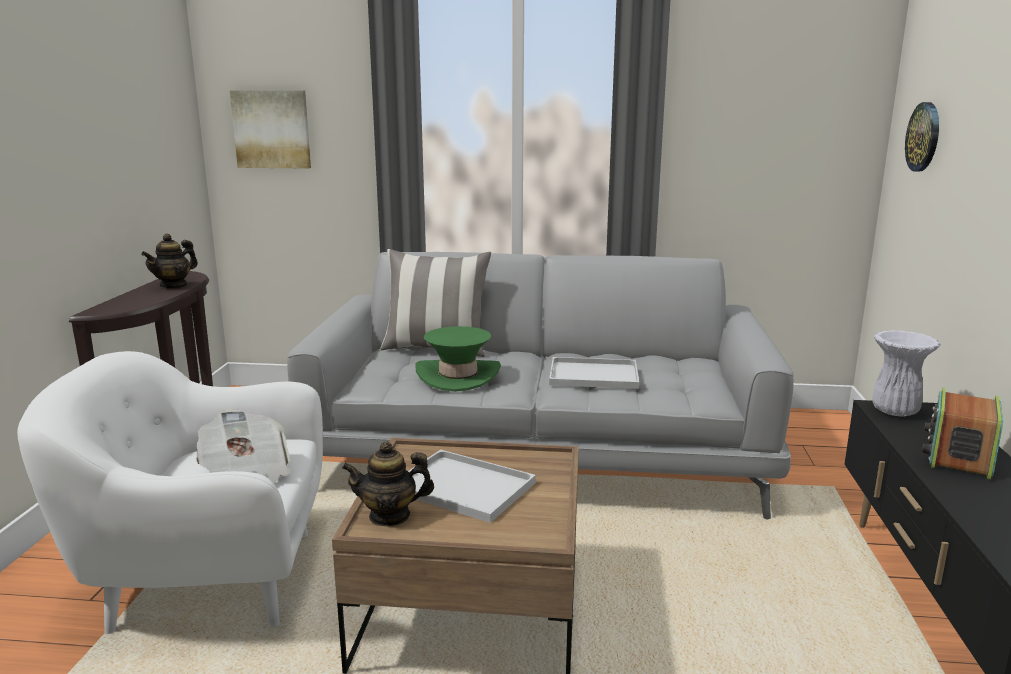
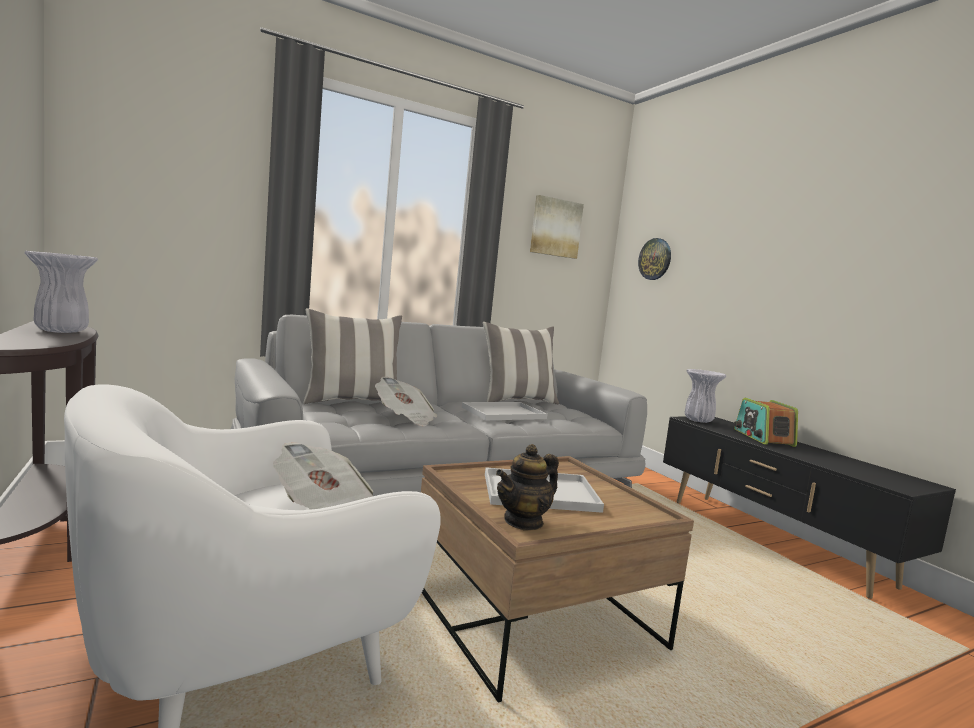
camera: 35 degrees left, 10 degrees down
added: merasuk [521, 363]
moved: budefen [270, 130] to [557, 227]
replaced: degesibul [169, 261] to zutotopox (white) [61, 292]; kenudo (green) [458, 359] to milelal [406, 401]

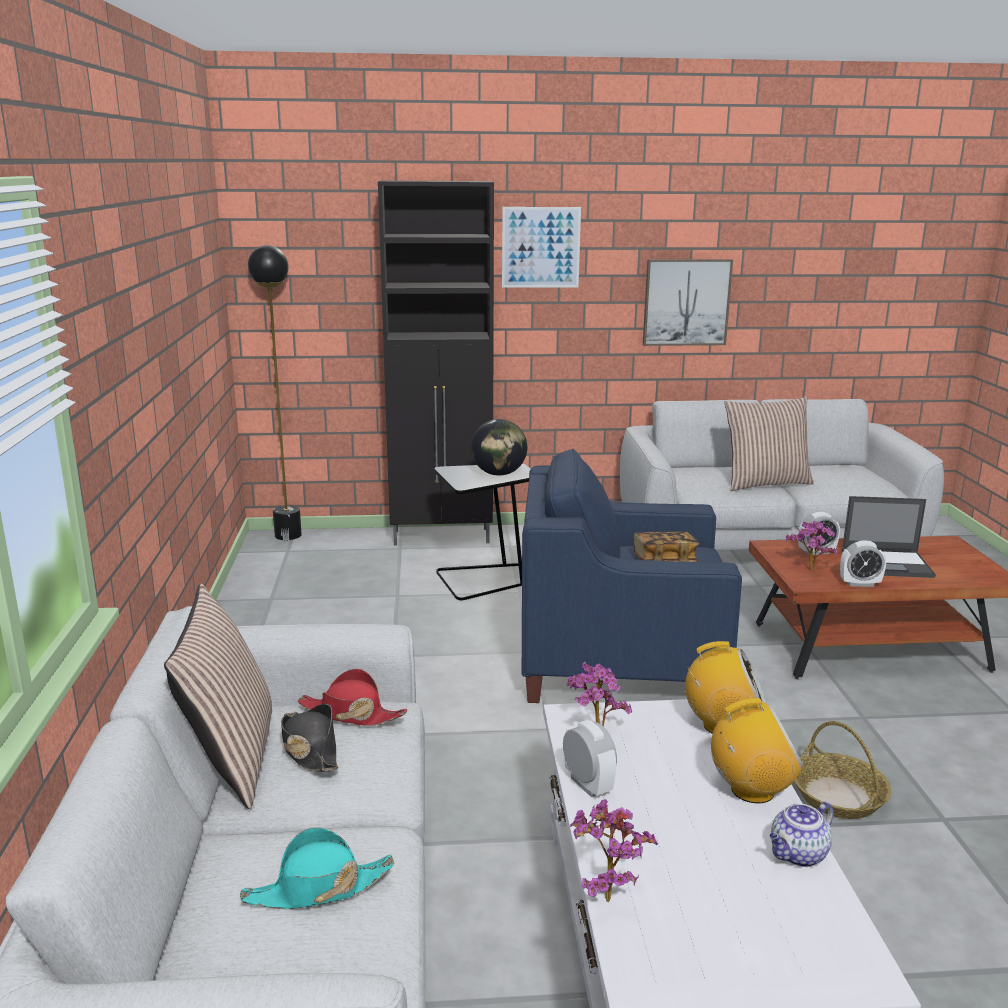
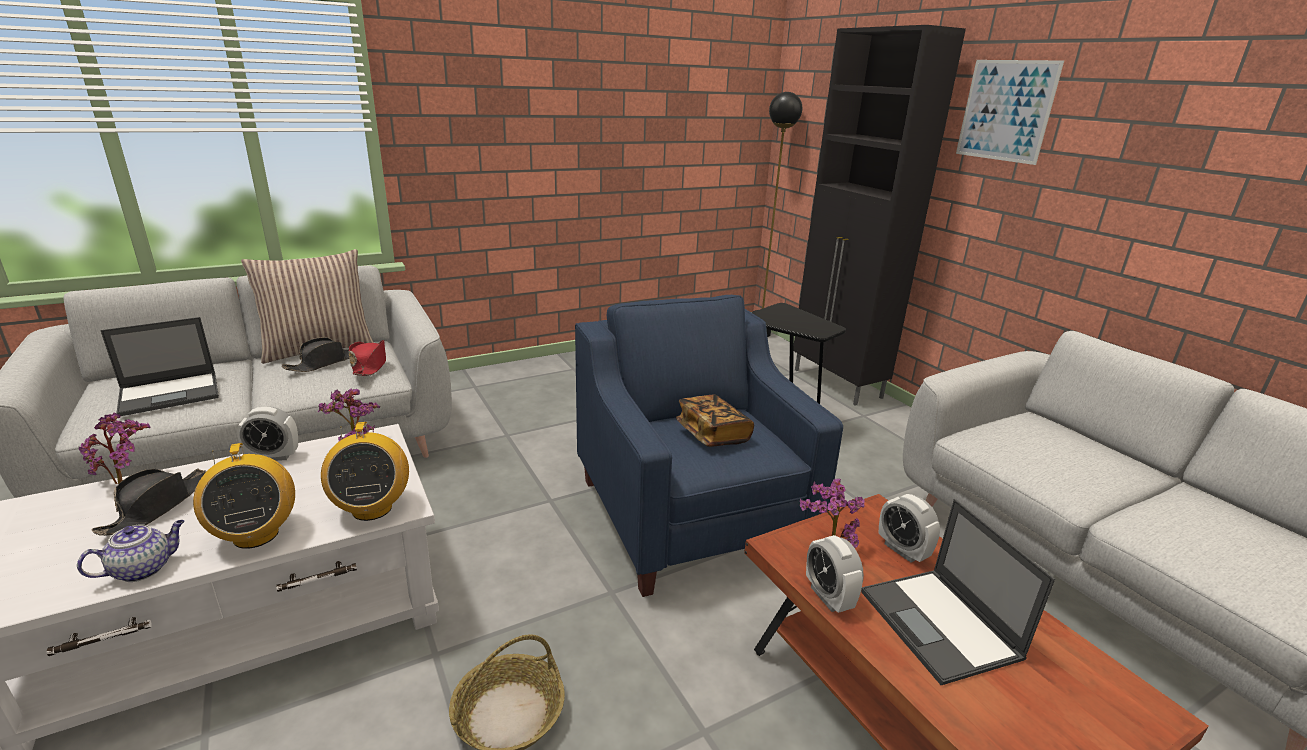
camera: 65 degrees right, 5 degrees up
removed: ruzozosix [499, 447]; budefen [688, 302]; merasuk [769, 443]
added: kenudo (black) [149, 502]
replaced: kenudo (turquoise) [317, 868] to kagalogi [159, 366]
turned: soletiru [590, 758] = [267, 434] 45 degrees clockwise; degesibul [802, 834] = [131, 551] 105 degrees clockwise

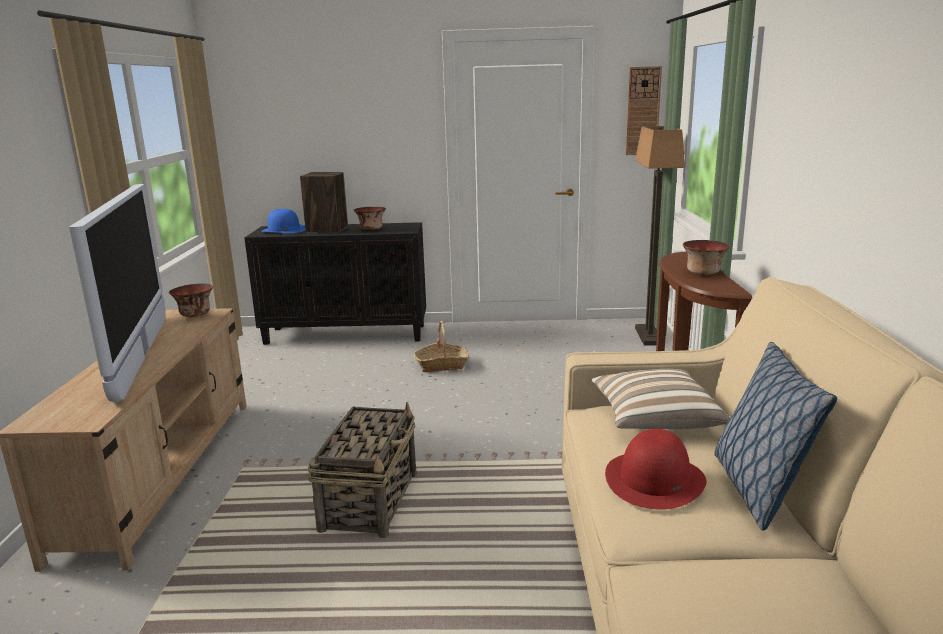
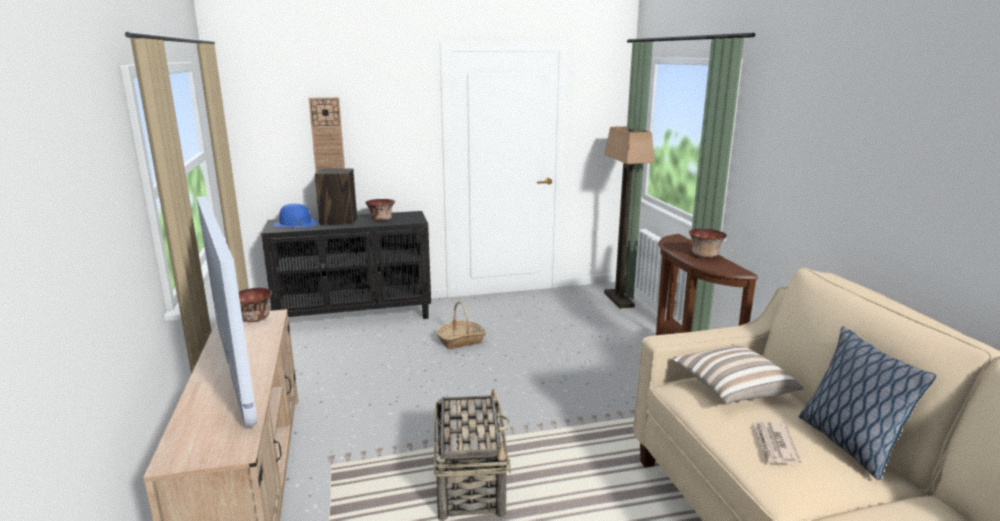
camera: 15 degrees left, 0 degrees up
moved: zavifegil [643, 110] to [327, 134]
replaced: kenudo (red) [655, 469] to milelal [776, 443]

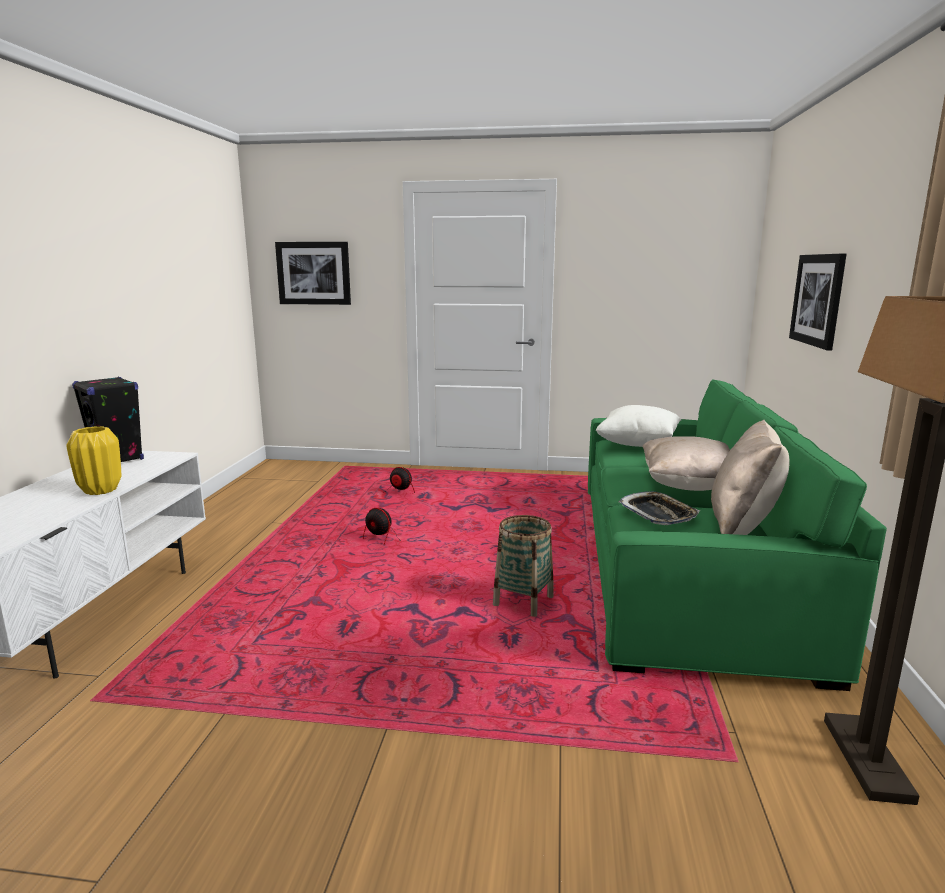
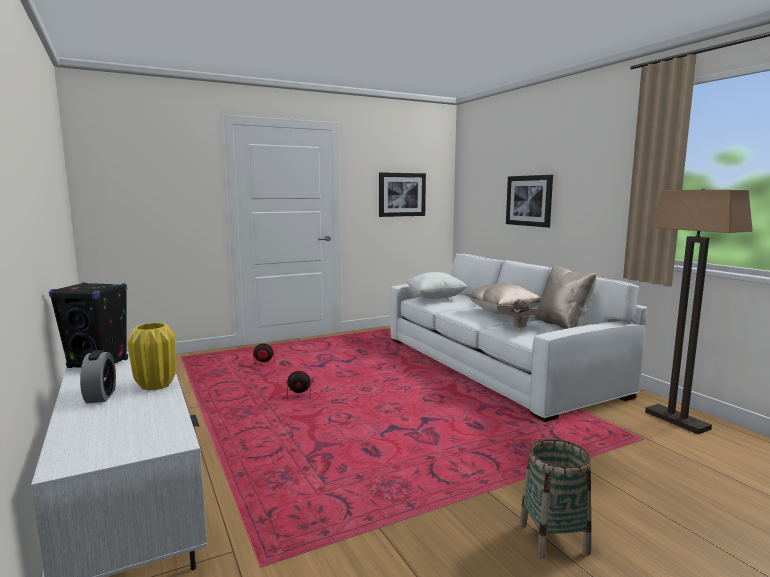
camera: 35 degrees left, 5 degrees down
added: soletiru [98, 376]
moved: budefen [313, 273] to [402, 194]; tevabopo [523, 566] to [555, 499]
replaced: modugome [659, 508] to kenudo (brown) [520, 314]
recoloured: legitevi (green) [737, 535] to legitevi (white) [519, 337]

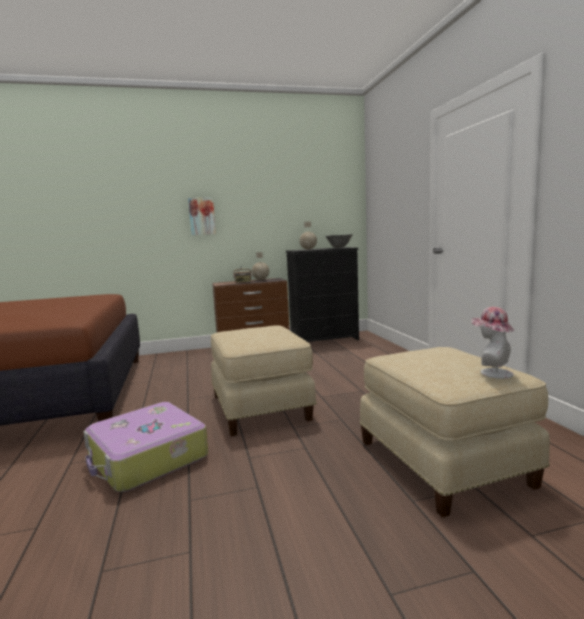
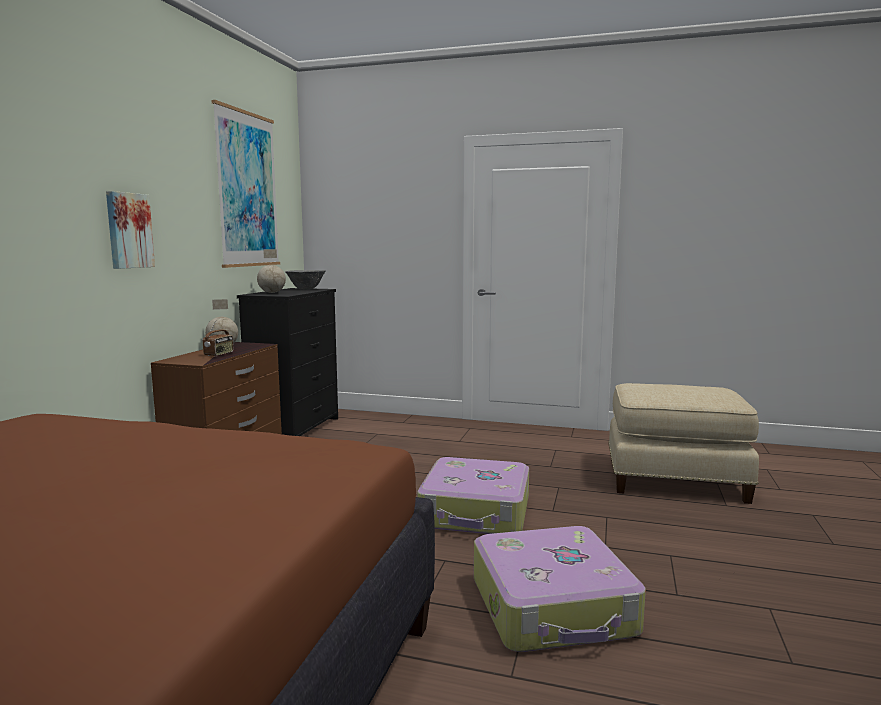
camera: 60 degrees left, 0 degrees up
removed: kenudo [492, 343]
added: budefen [246, 184]
replaced: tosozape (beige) [264, 380] to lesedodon [473, 495]

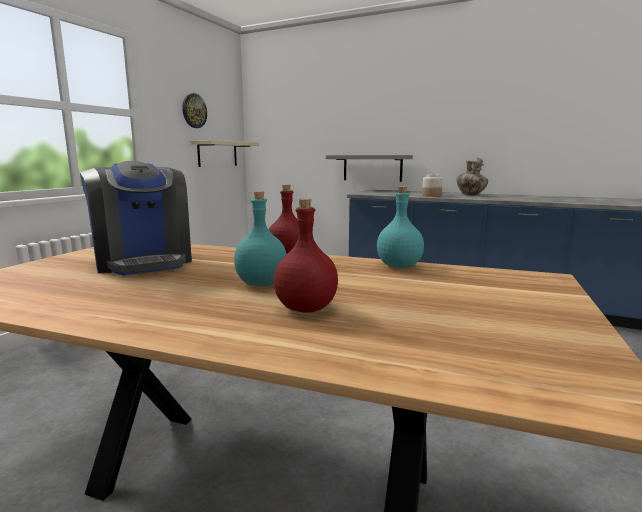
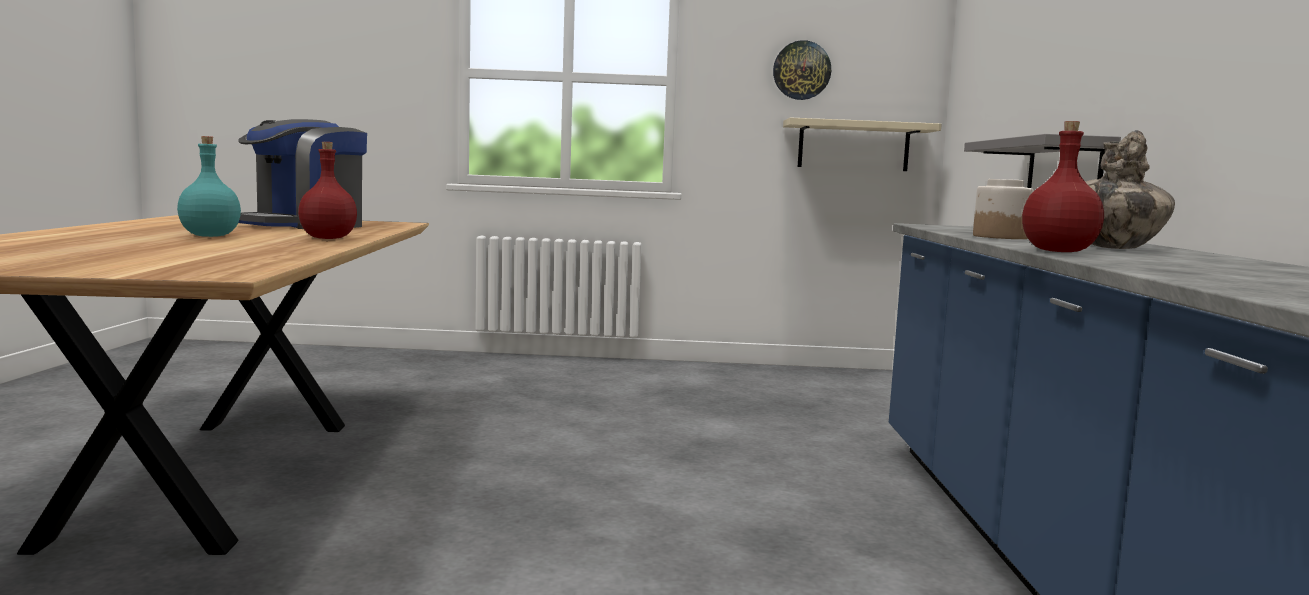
camera: 65 degrees right, 5 degrees down
removed: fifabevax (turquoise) [400, 227]
moved: fifabevax (red) [306, 256] to [1063, 186]

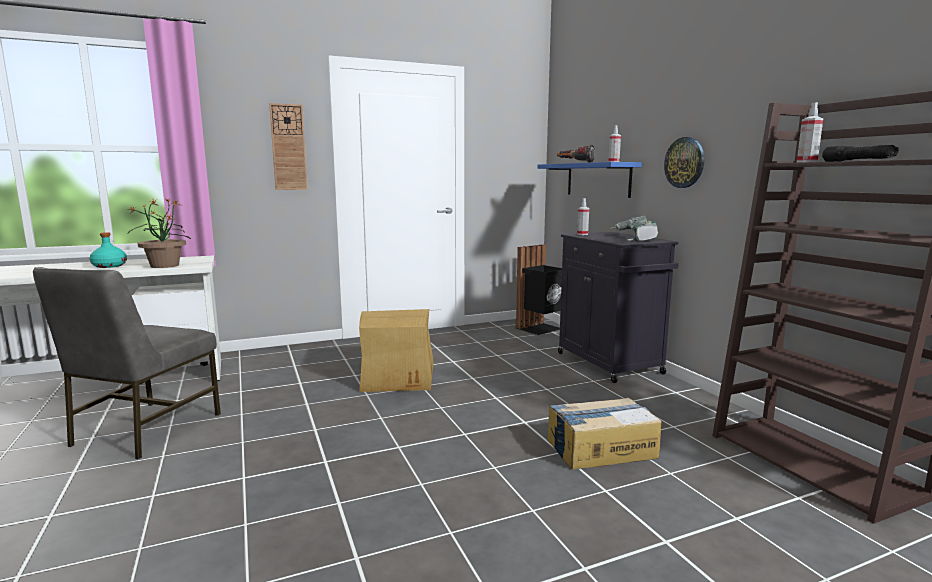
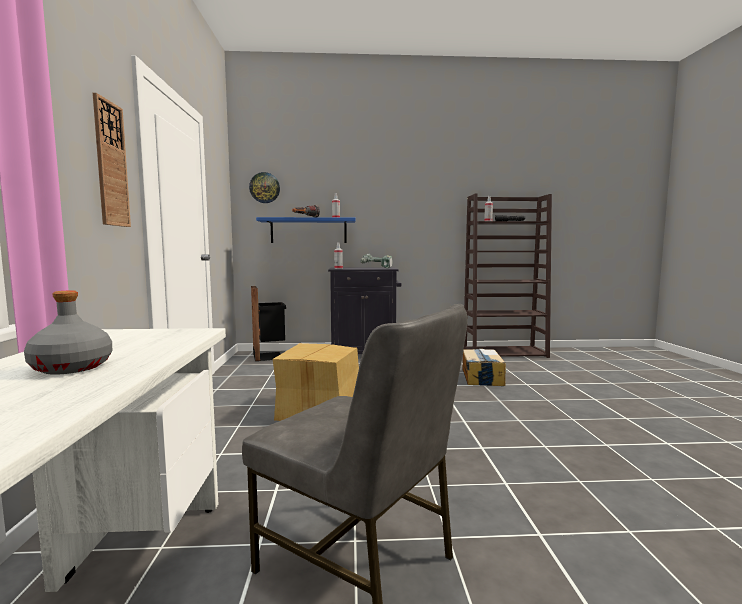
camera: 70 degrees left, 5 degrees down
removed: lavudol [159, 233]
moved: zavifegil [684, 162] to [264, 187]
recoloured: fifabevax (turquoise) [108, 250] to fifabevax (grey) [68, 332]

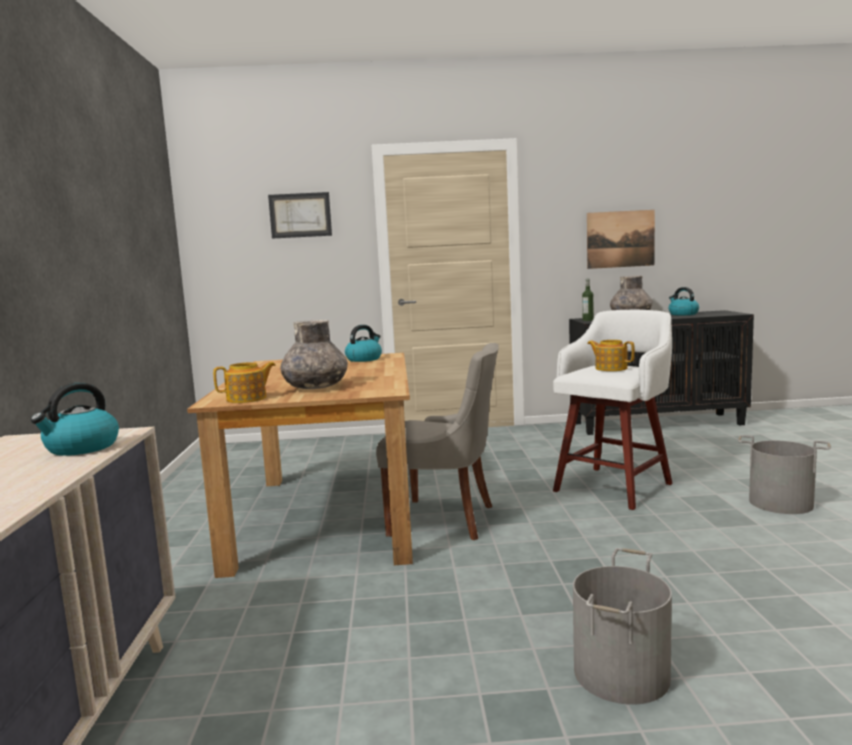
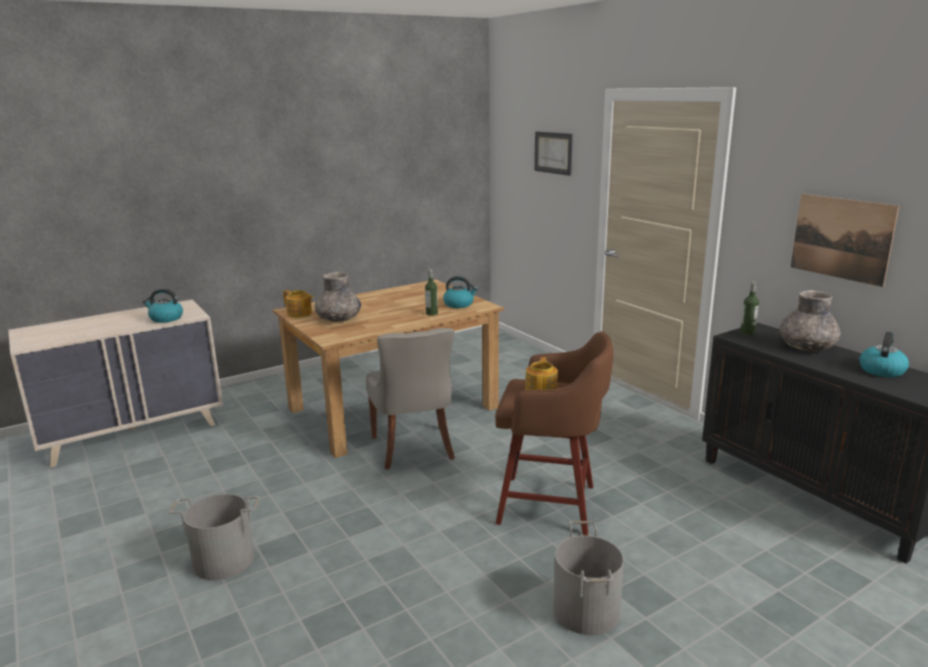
camera: 60 degrees right, 10 degrees up
added: fifabevax [431, 292]
recoloured: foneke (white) [613, 410] to foneke (brown) [554, 433]

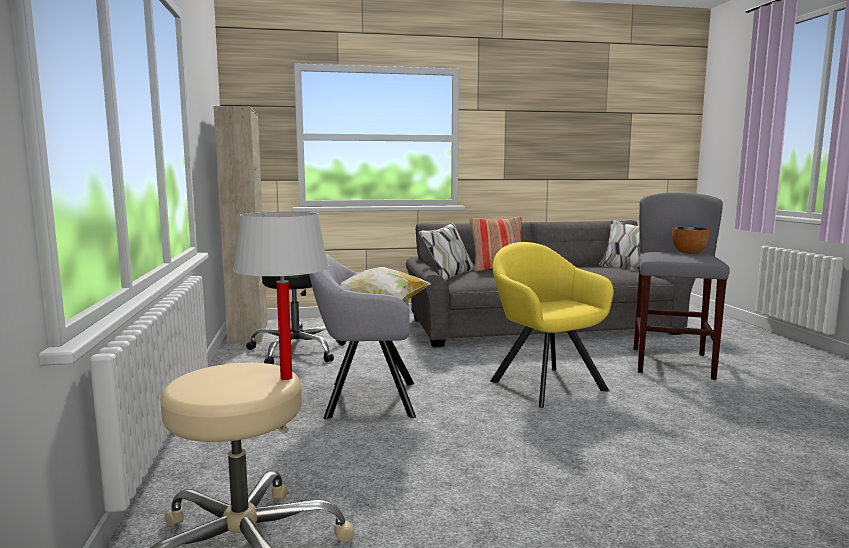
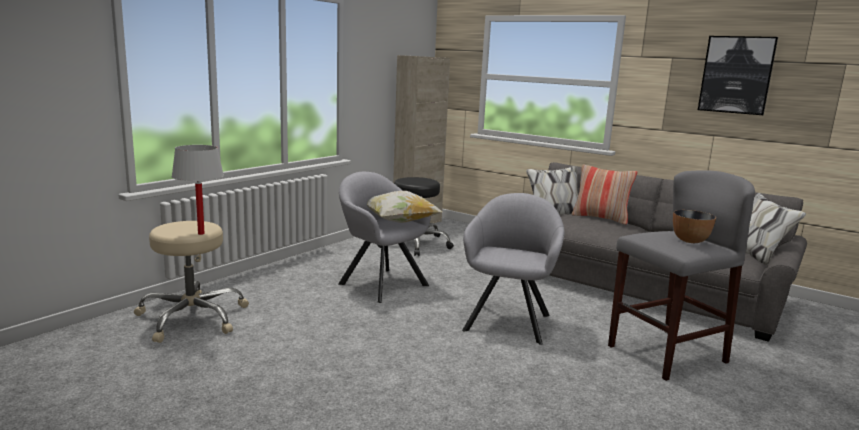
camera: 45 degrees right, 5 degrees up
added: budefen [738, 75]
recoloured: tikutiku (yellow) [552, 325] to tikutiku (grey) [513, 269]

